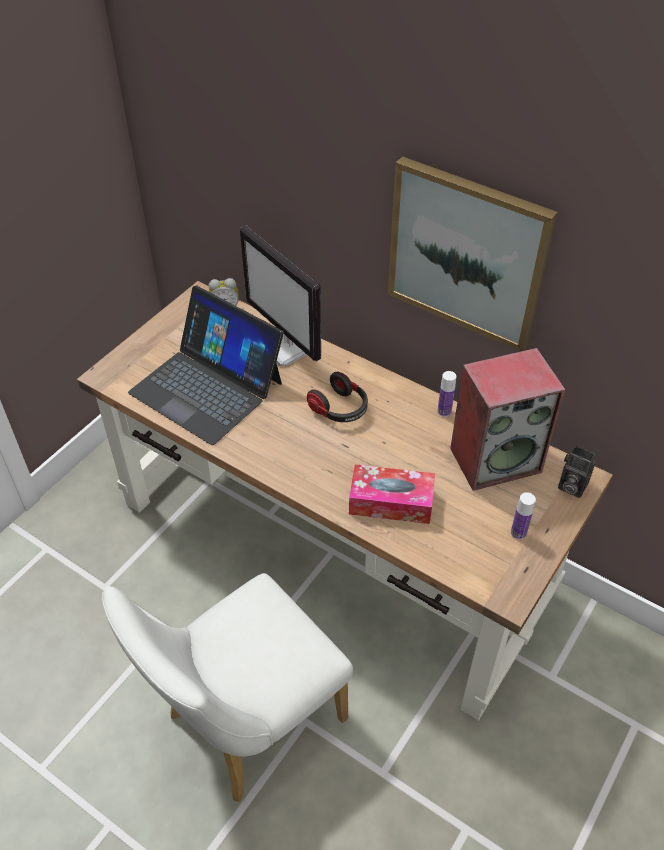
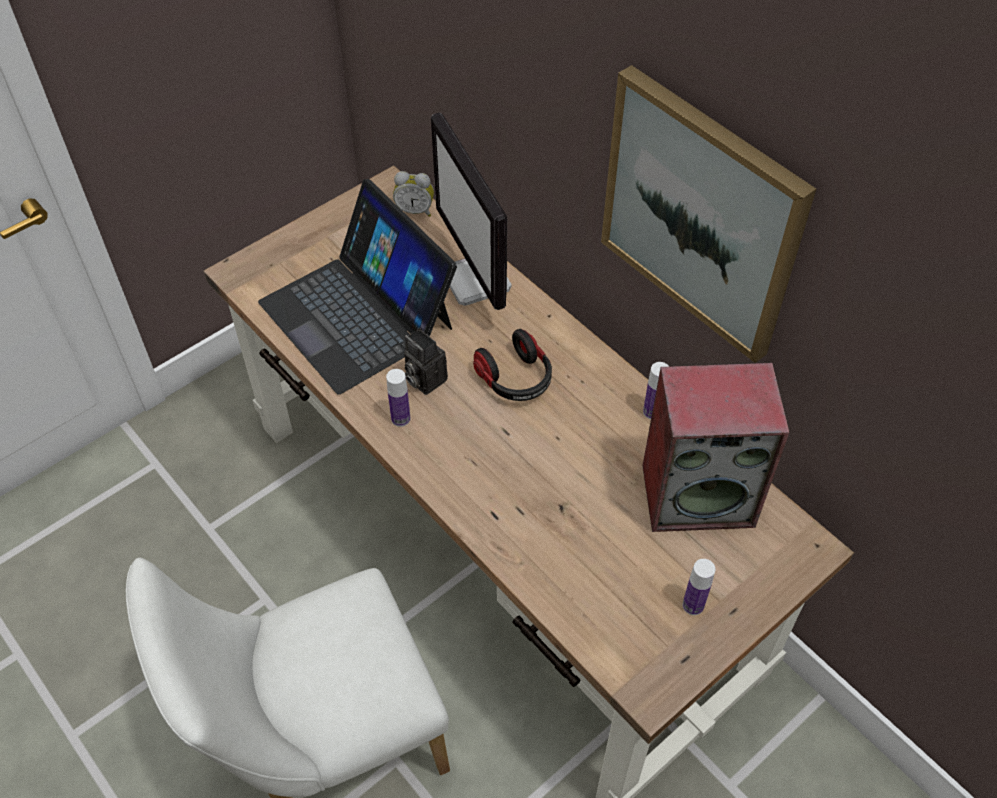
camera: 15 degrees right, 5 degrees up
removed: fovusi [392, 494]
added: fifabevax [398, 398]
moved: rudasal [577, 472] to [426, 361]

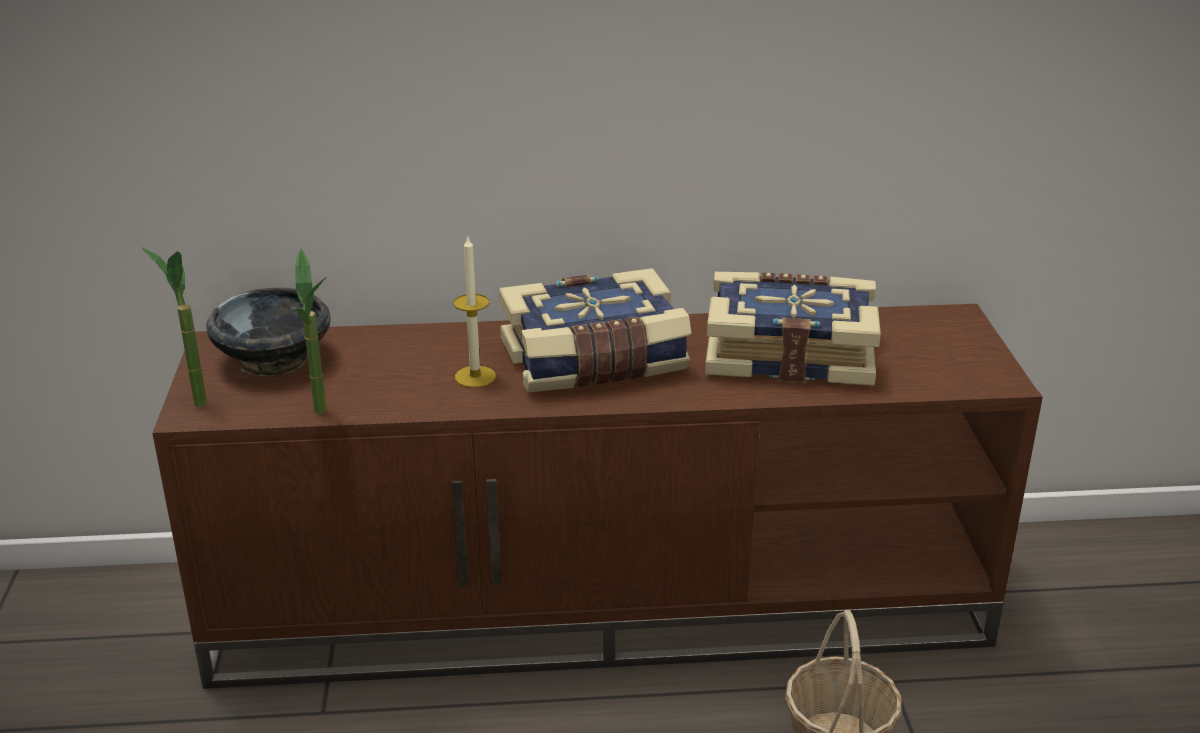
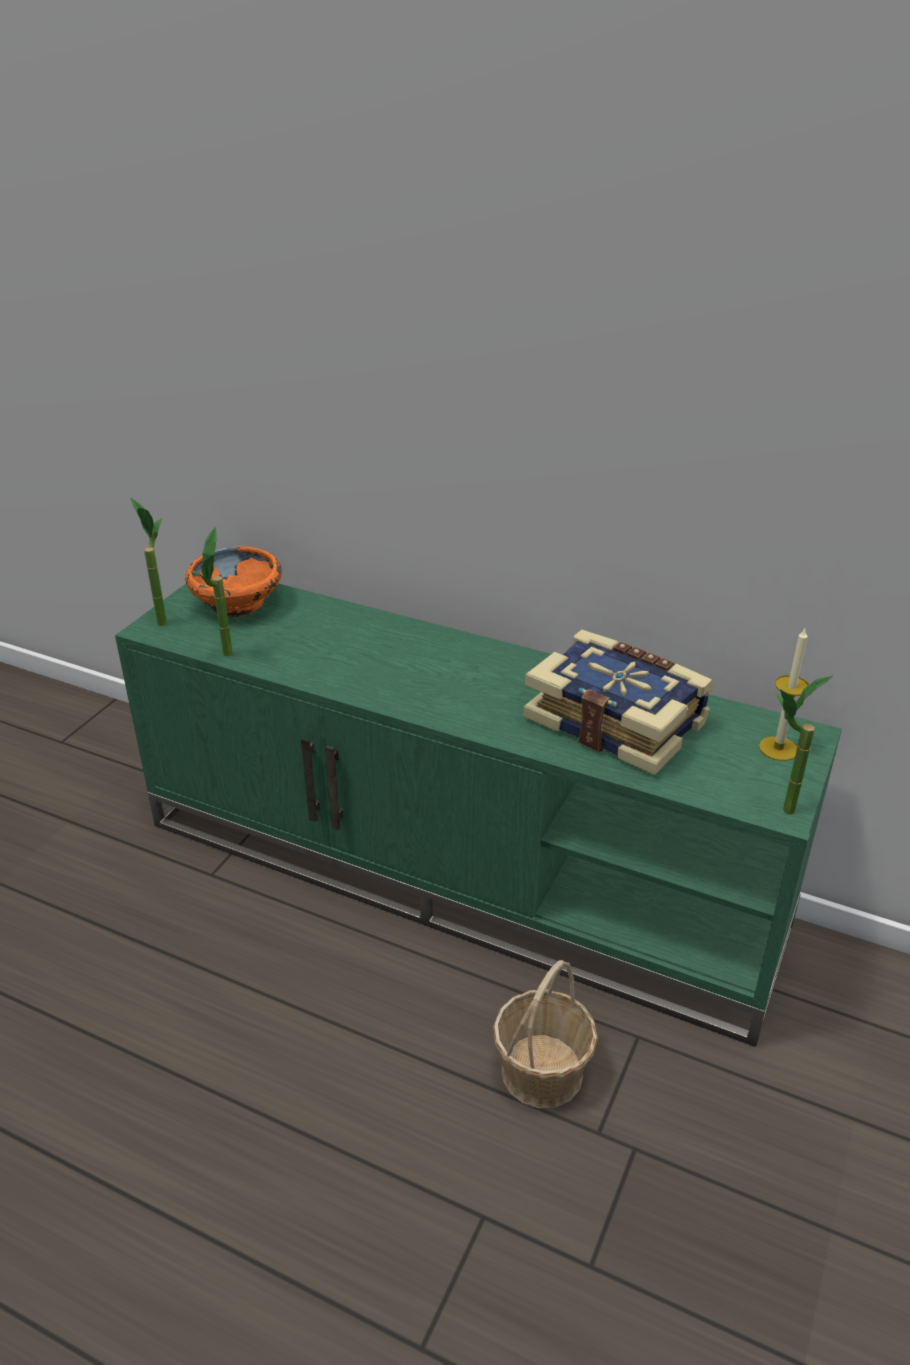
camera: 30 degrees right, 5 degrees up
removed: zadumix [595, 330]
added: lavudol [804, 745]
moved: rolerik [474, 312] to [784, 695]
recoloured: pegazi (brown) [597, 496] to pegazi (green) [478, 815]; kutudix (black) [268, 332] to kutudix (orange) [233, 582]

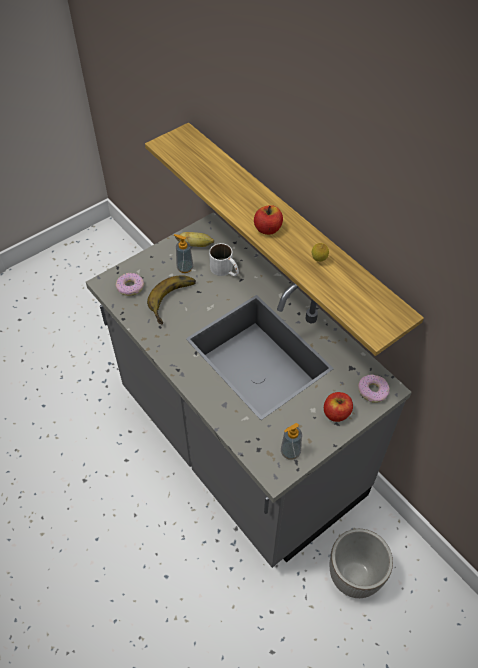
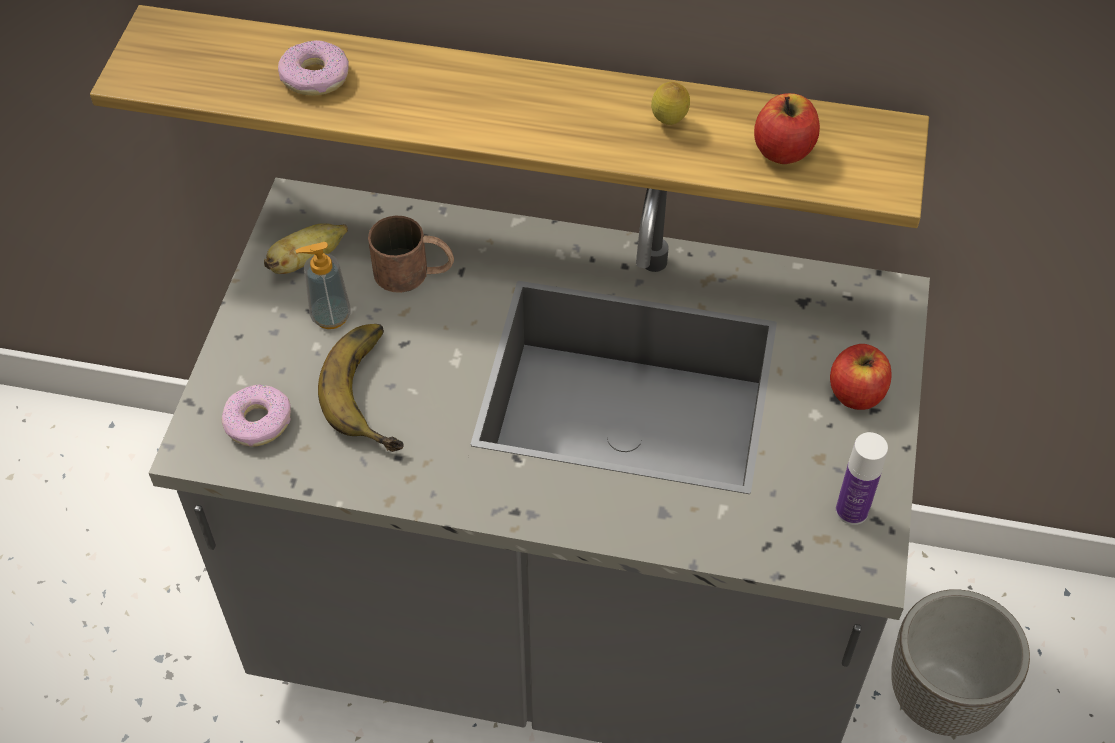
camera: 40 degrees left, 0 degrees up
moved: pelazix [268, 220] to [787, 128]; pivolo [373, 389] to [313, 68]
replaced: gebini [291, 441] to fifabevax [862, 478]
recoloured: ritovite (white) [224, 259] to ritovite (brown) [411, 254]

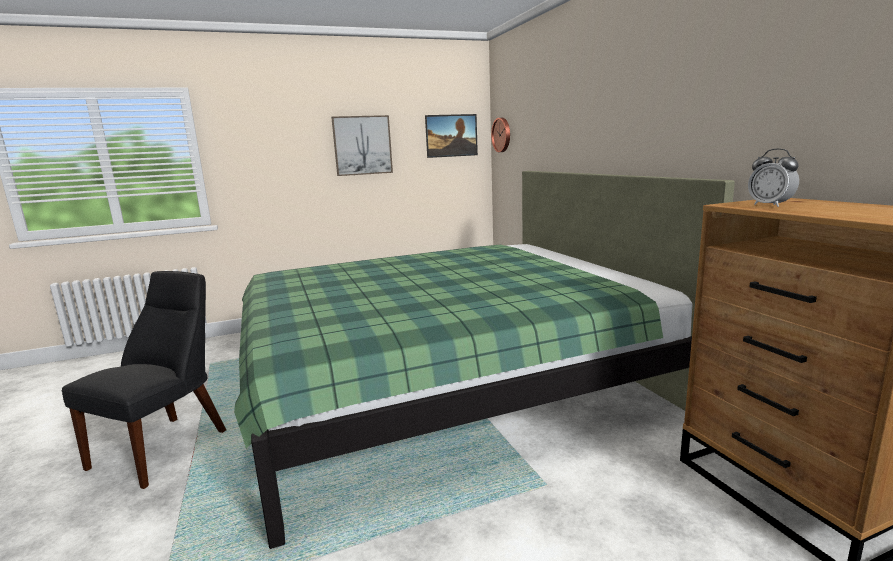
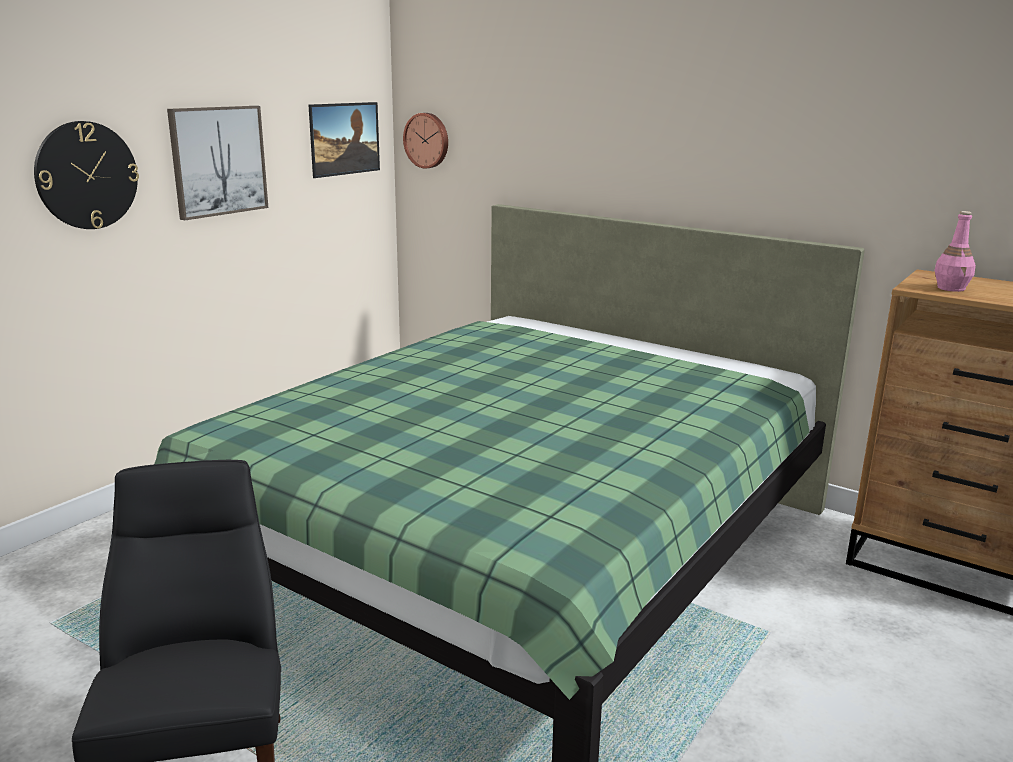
camera: 35 degrees left, 5 degrees up
added: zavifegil [86, 175]
replaced: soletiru [773, 177] to fifabevax (pink) [955, 251]

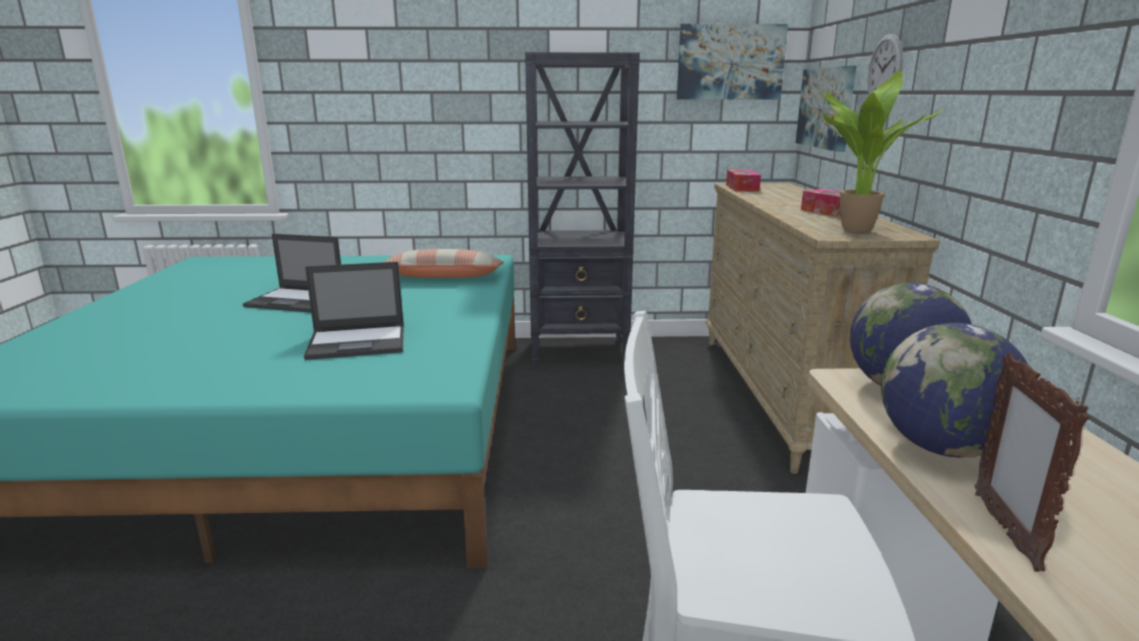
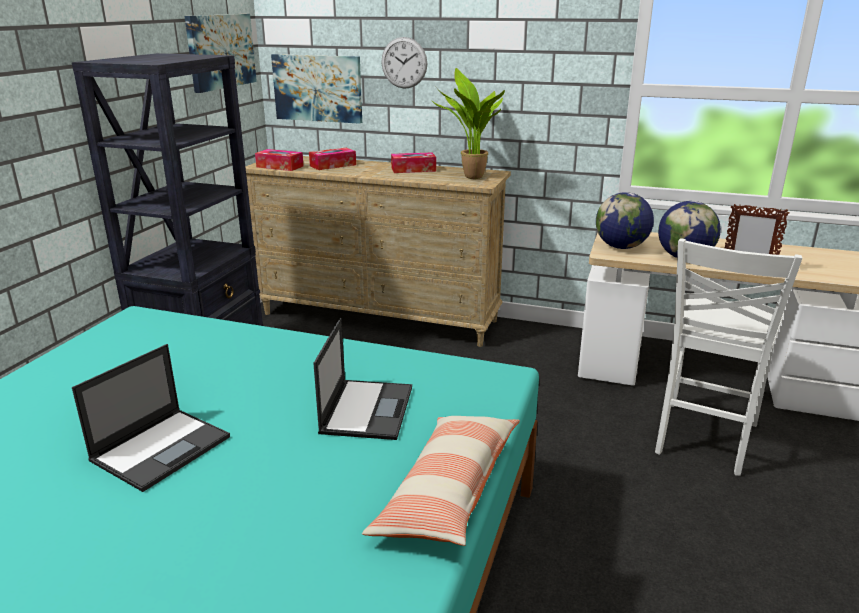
camera: 70 degrees left, 5 degrees up
added: fovusi [332, 159]
moved: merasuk [444, 263] to [441, 481]

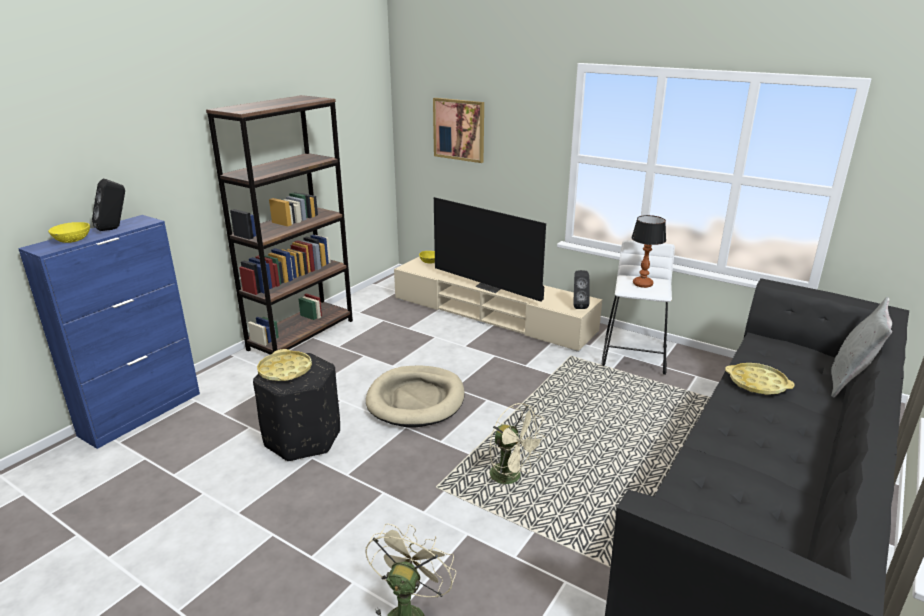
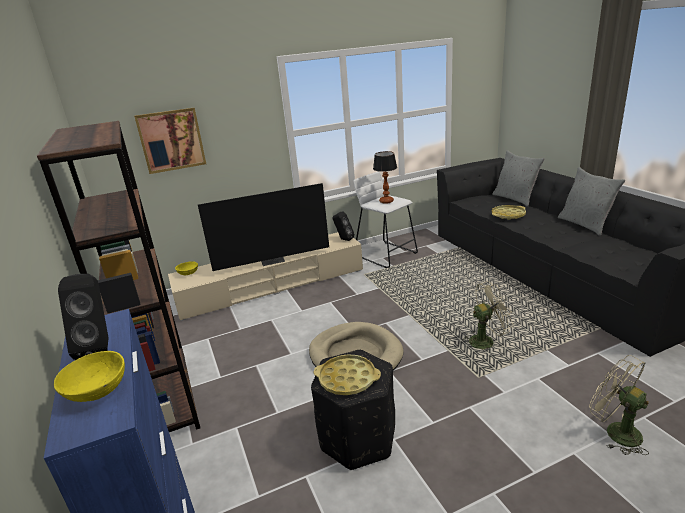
camera: 55 degrees left, 0 degrees up
added: merasuk (grey) [591, 201]

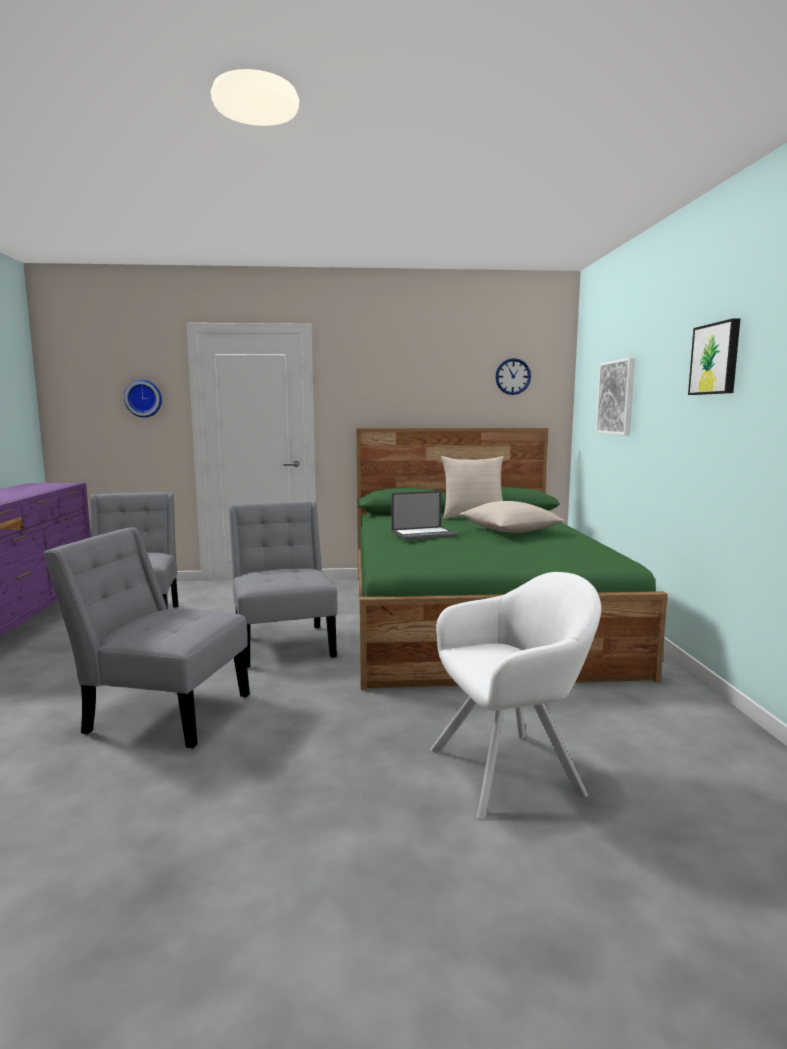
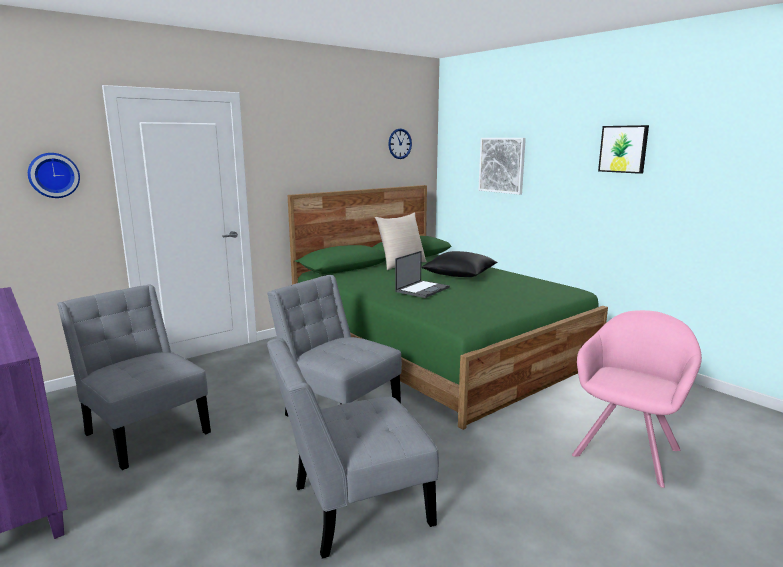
camera: 35 degrees left, 5 degrees up
recoloured: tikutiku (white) [515, 696] to tikutiku (pink) [637, 399]; merasuk (beige) [512, 517] to merasuk (black) [460, 264]

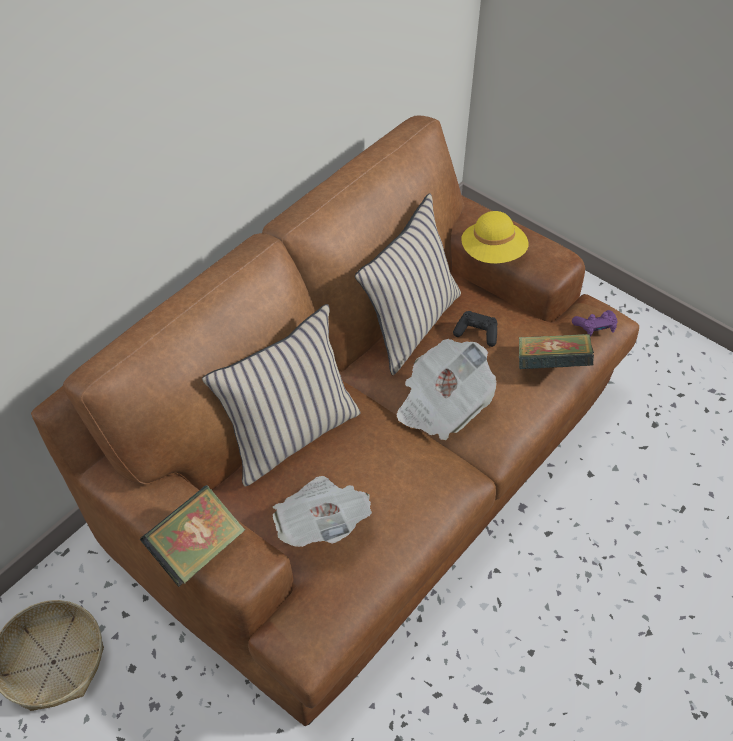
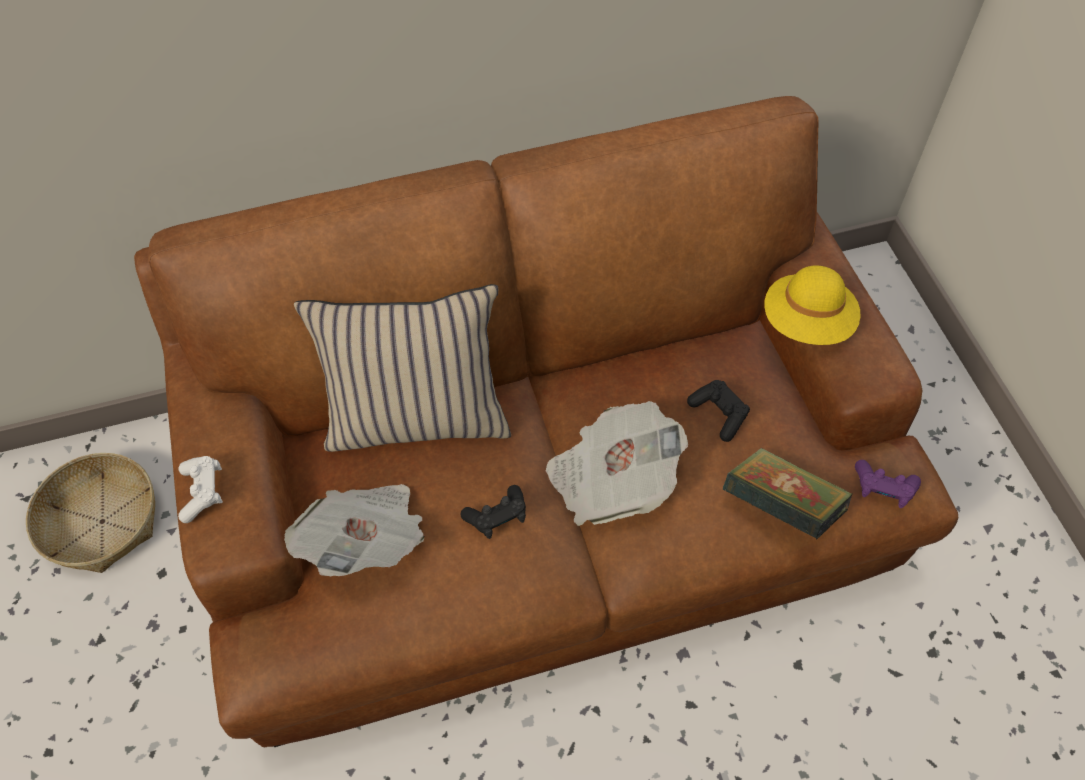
camera: 35 degrees right, 5 degrees up
removed: merasuk (beige) [408, 284]
added: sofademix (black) [493, 512]
replaced: zadumix [192, 536] to sofademix (white) [200, 489]

